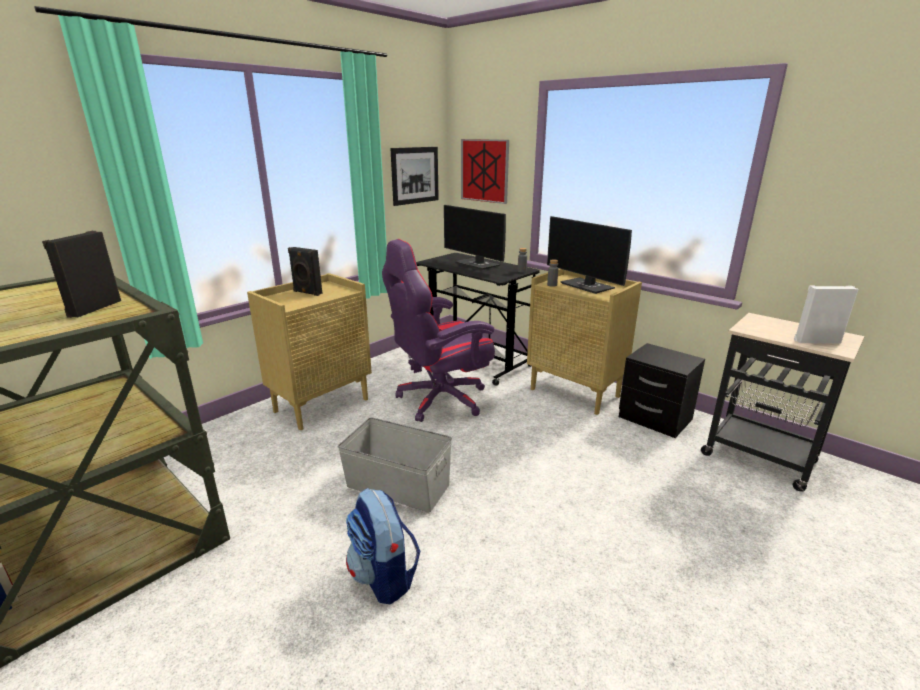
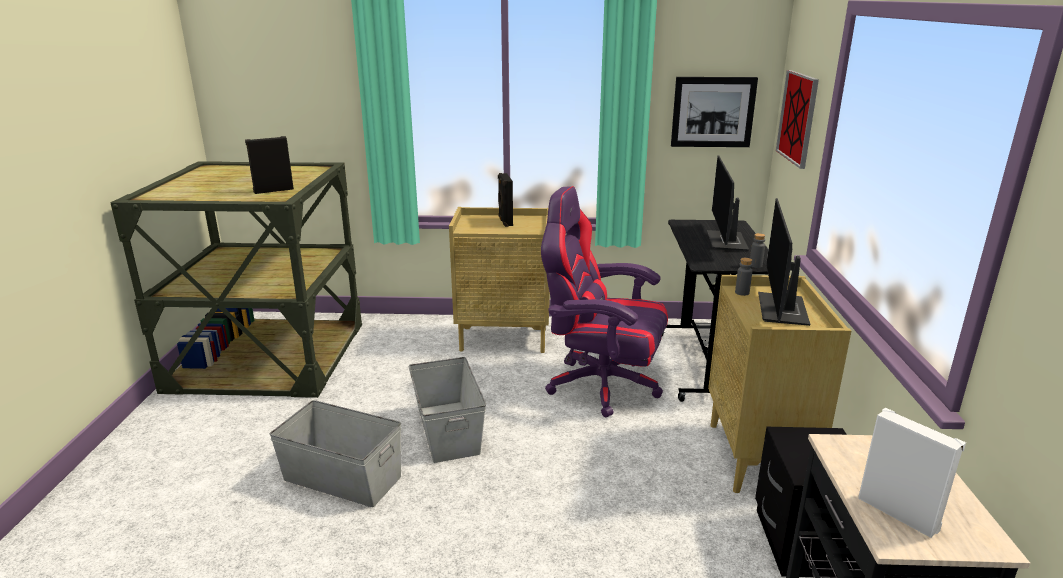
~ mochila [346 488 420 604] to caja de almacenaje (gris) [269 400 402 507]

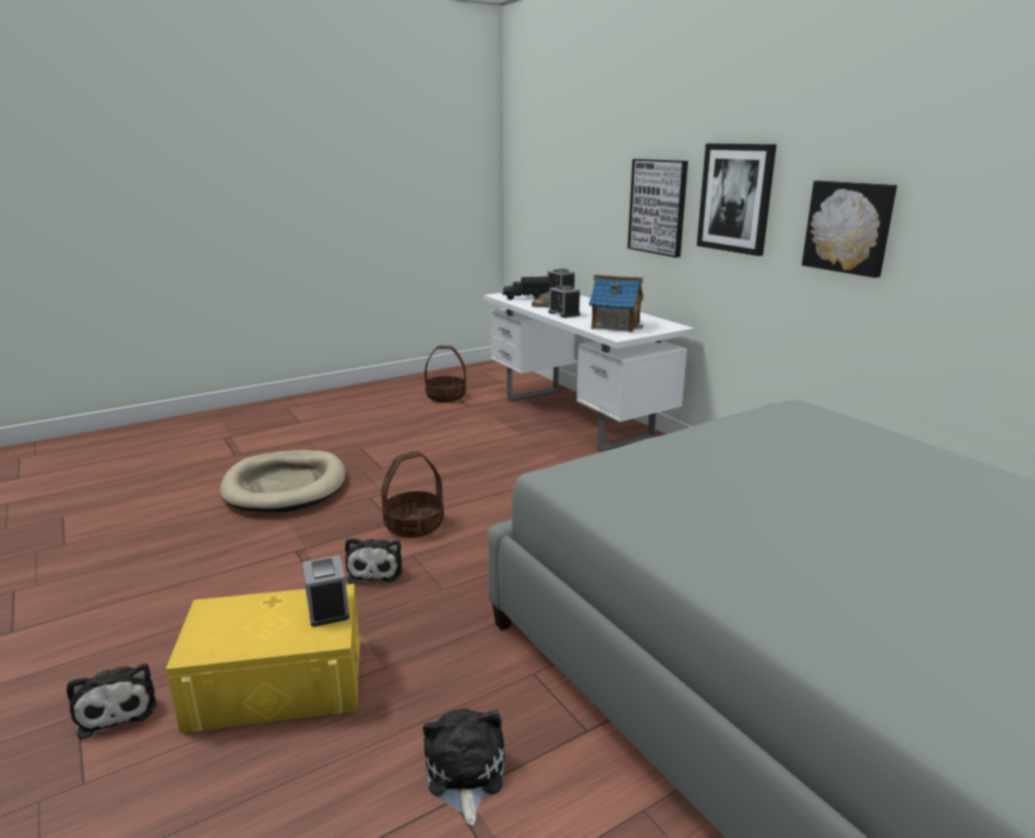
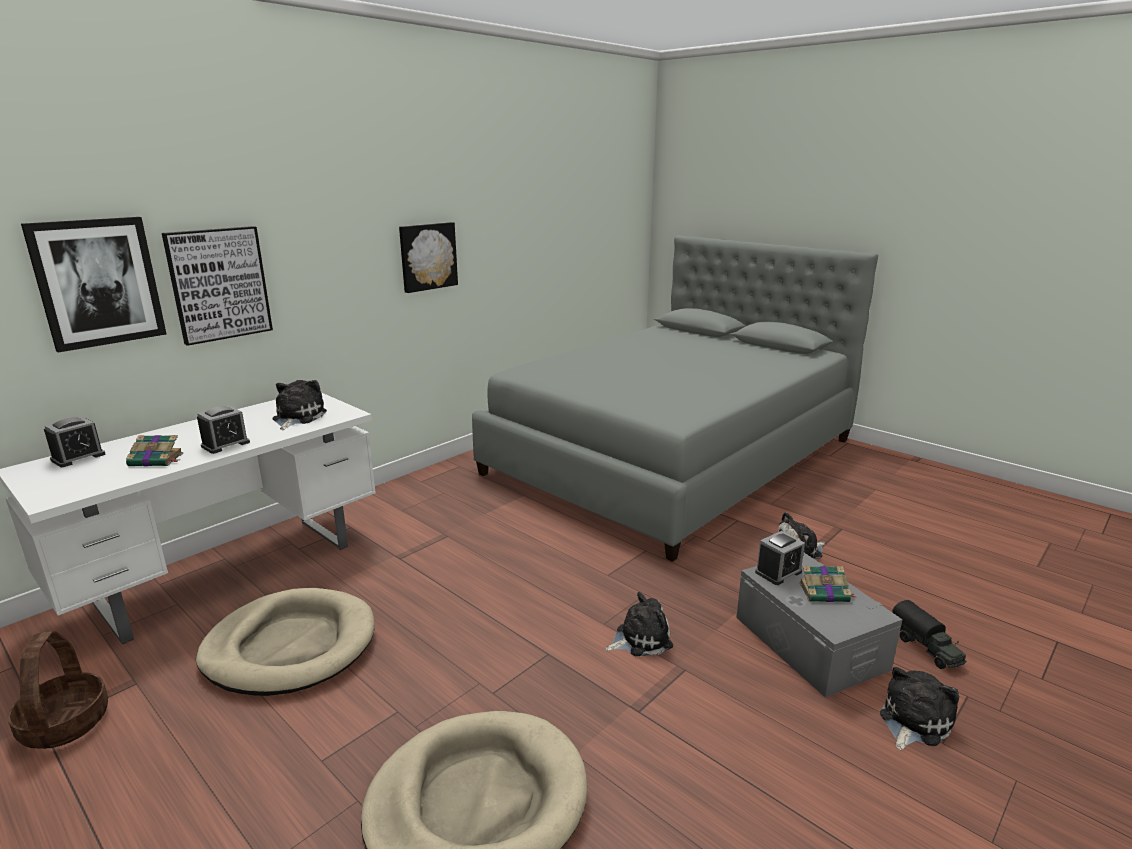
~ cuadro [697 143 777 256] to [21 217 167 352]
+ cama para perro (beis) [196 588 374 696]
~ casita [589 274 644 332] to peluche [272 380 327 430]
~ caja de almacenaje (amarillo) [166 584 360 733] to caja de almacenaje (gris) [736 553 903 698]
+ libro [799 566 855 602]
~ camión de juguete [502 276 550 300] to [892 600 966 669]
- cesta [381 451 444 538]

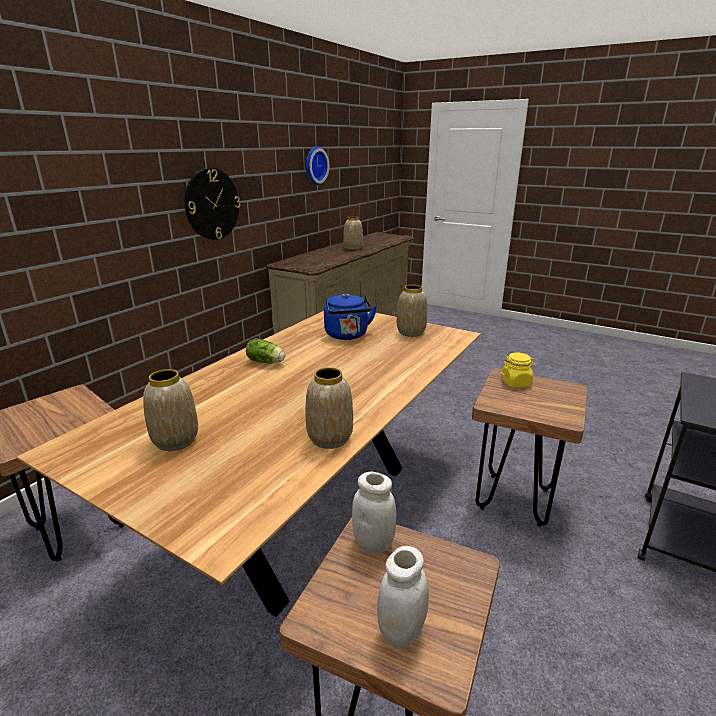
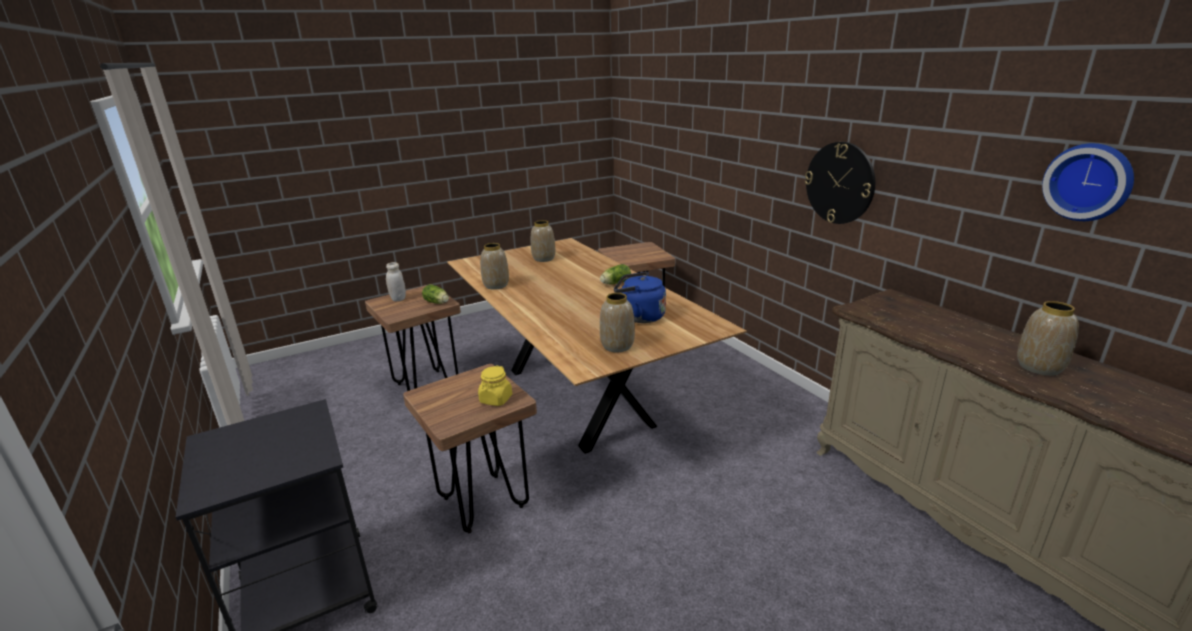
~ tarro (blanco) [352 472 396 554] to lechuga [422 284 449 304]

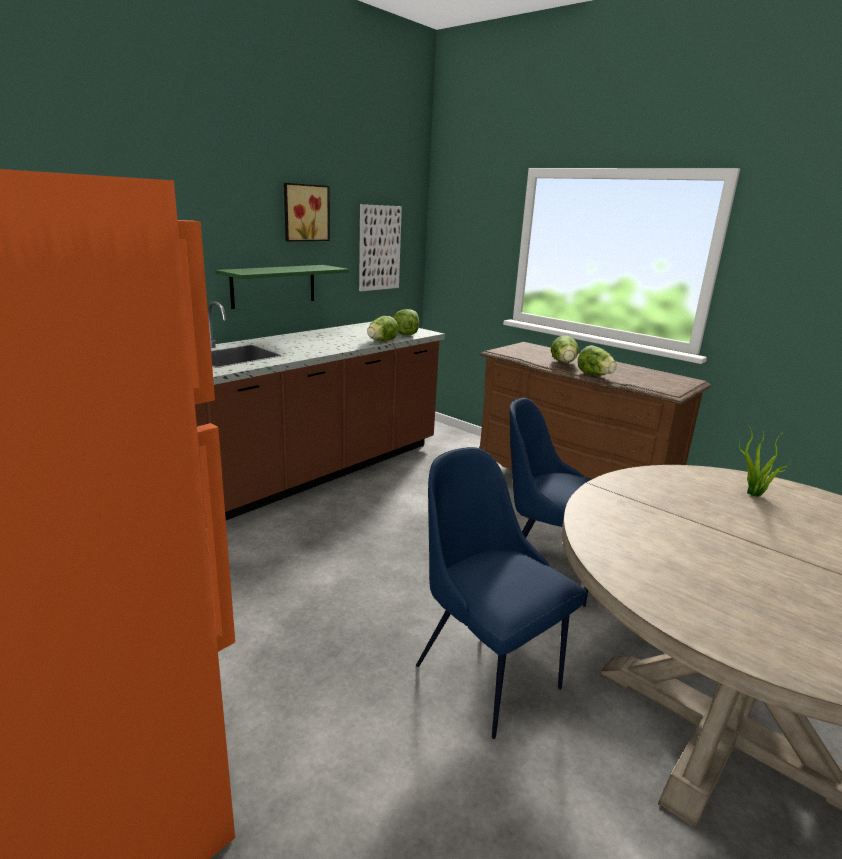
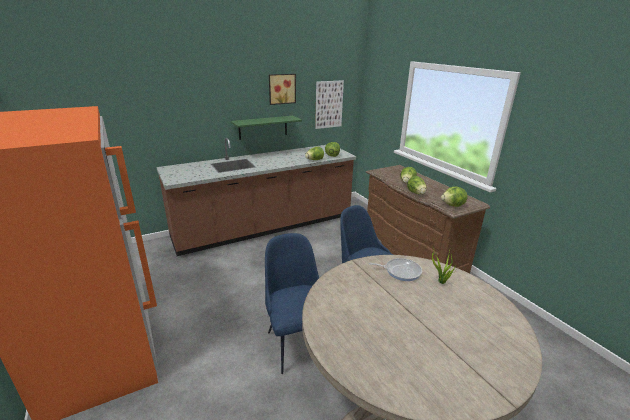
+ sartén [368 258 422 281]
+ lechuga [441 187 468 207]

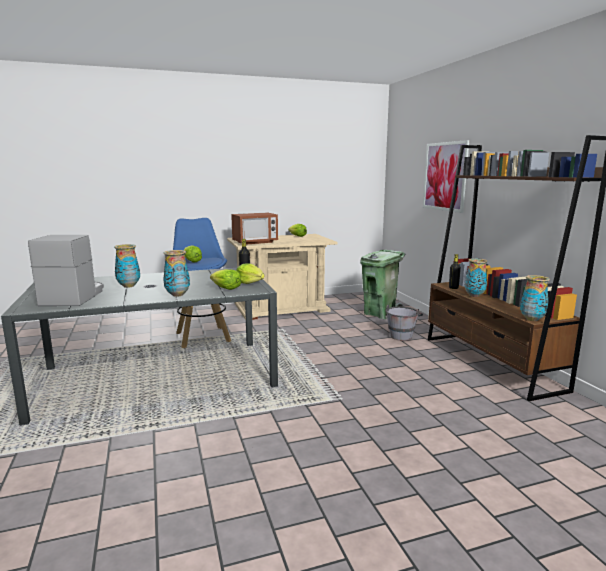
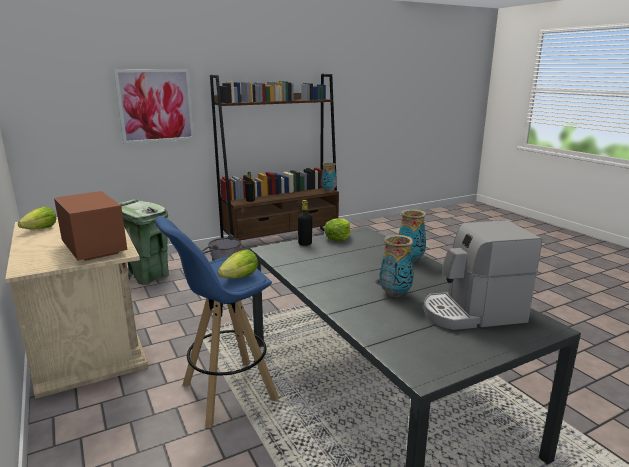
- lechuga [210 269 241 290]
- florero [465 258 488 297]

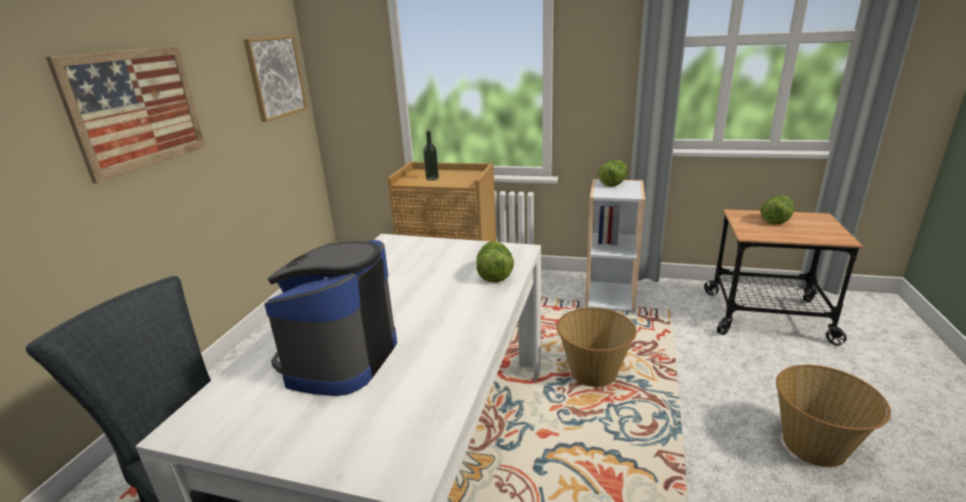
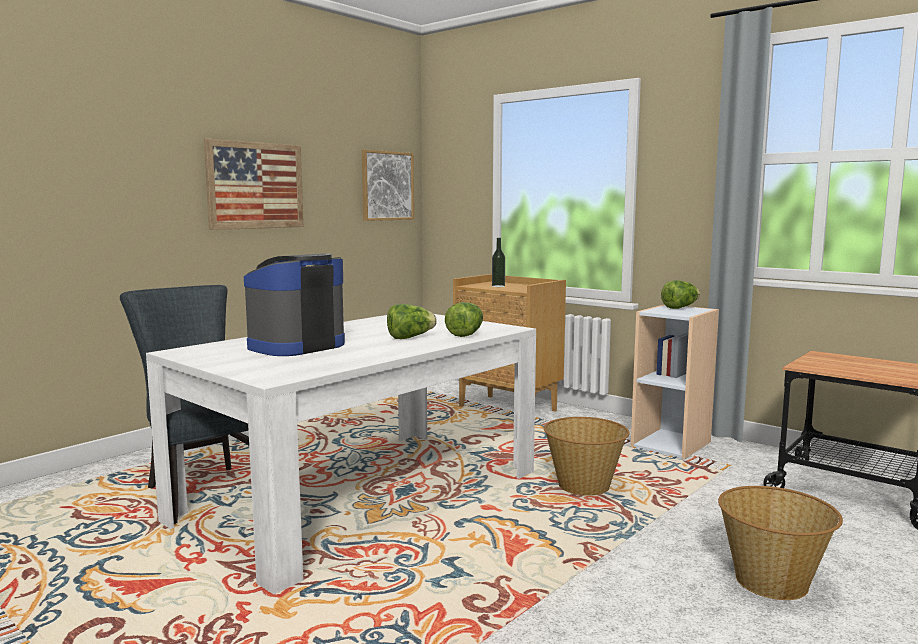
~ lechuga [760 196 794 224] to [387 304 437 339]

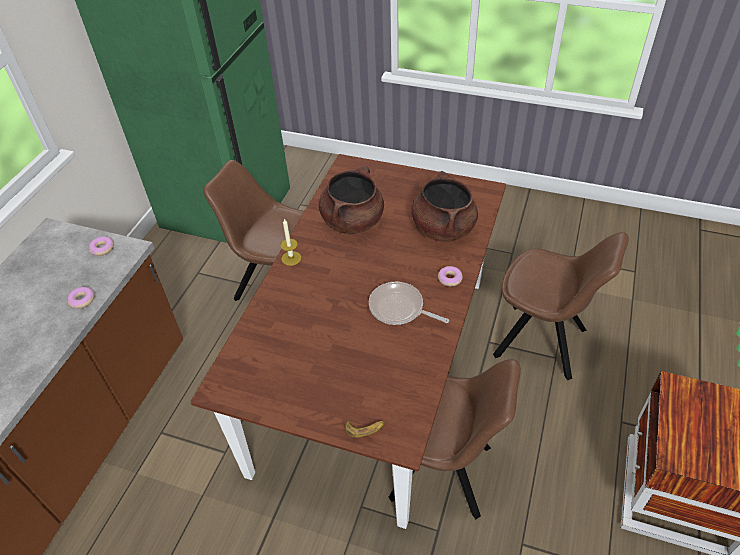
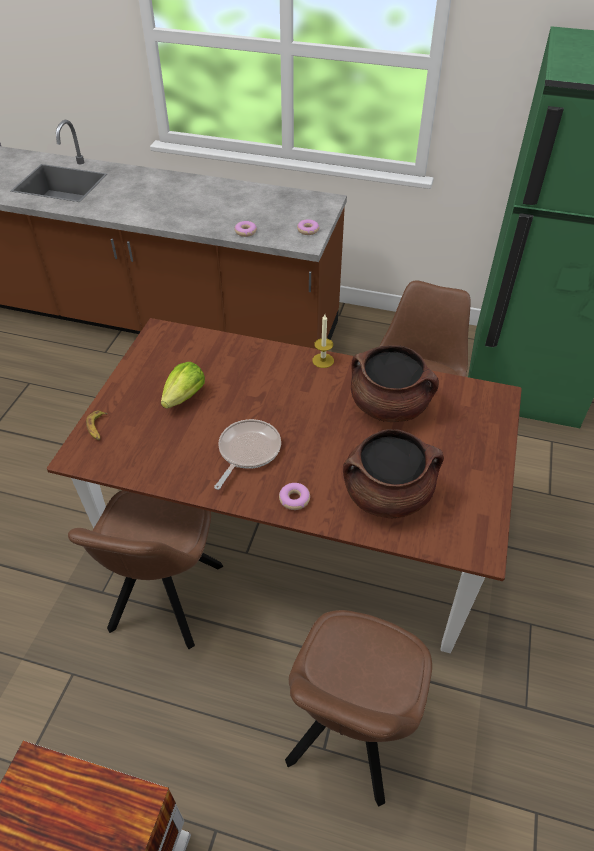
+ lechuga [161 362 205 409]

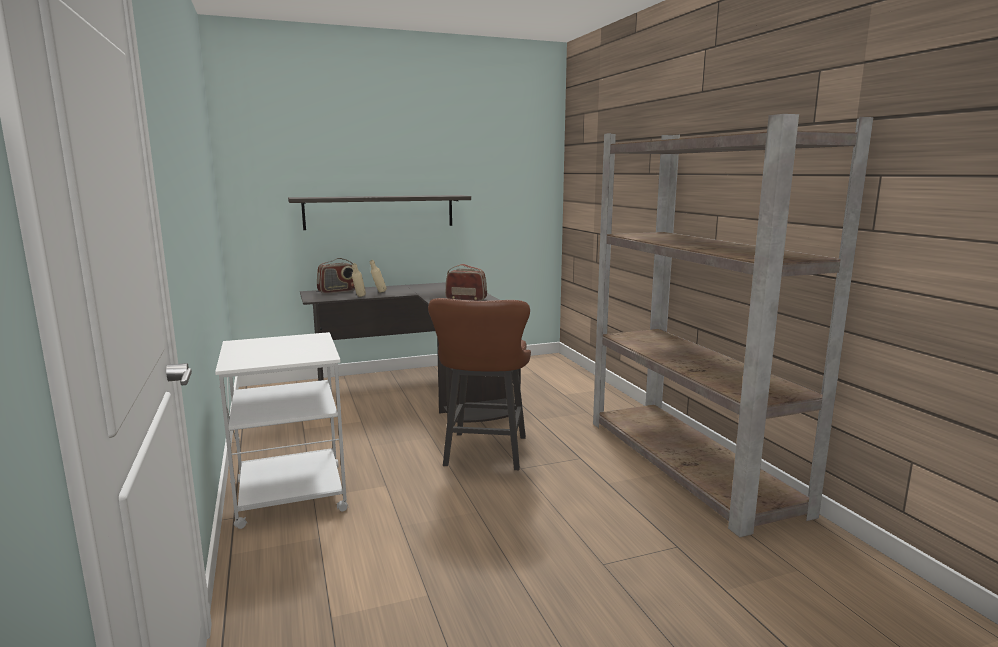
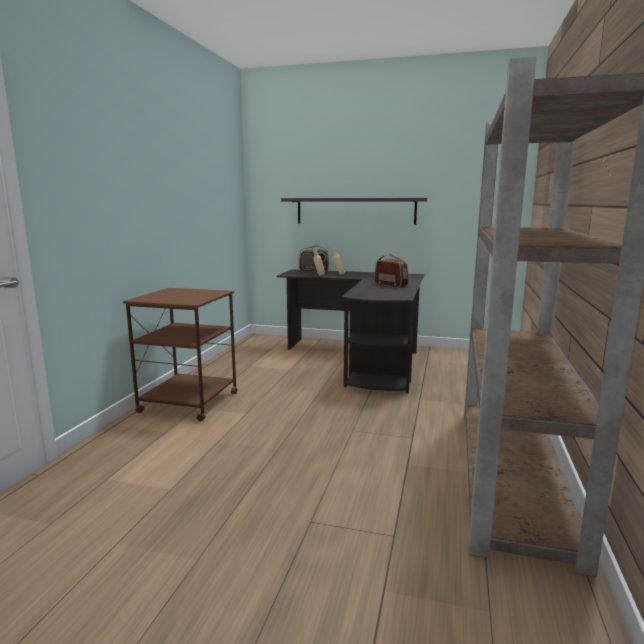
~ carrito (blanco) [215 332 348 529] to carrito (marrón) [123 288 237 421]
- taburete (marrón) [428 298 531 470]

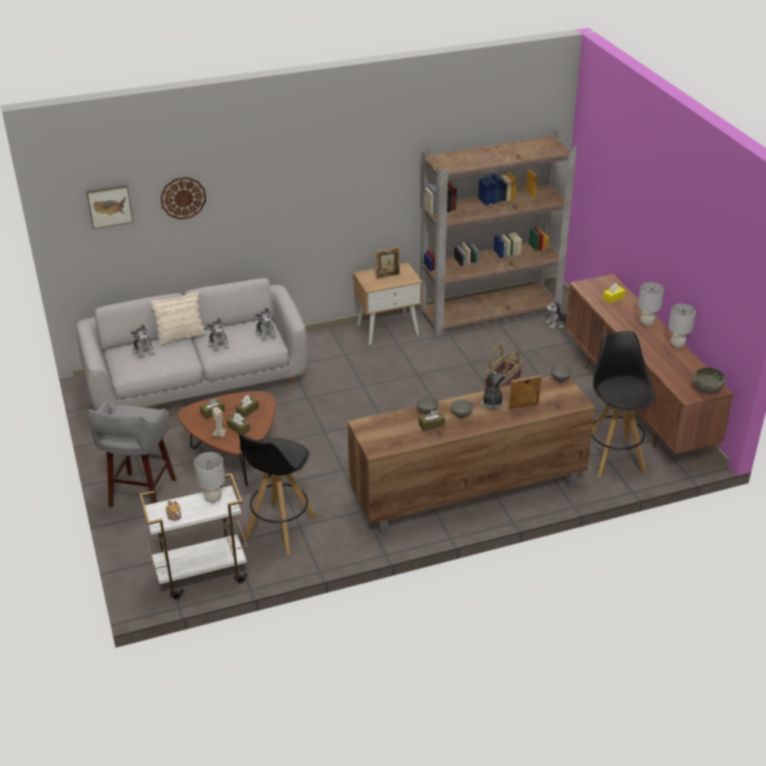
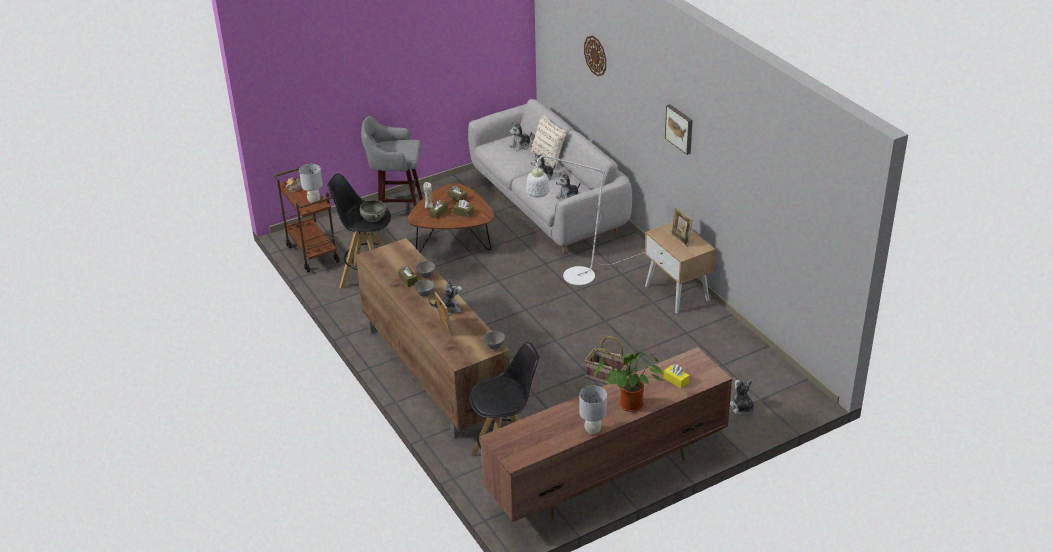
~ carrito (blanco) [139 473 249 600] to carrito (marrón) [274 167 340 273]
~ cuenco (gris) [692 367 727 394] to [360 200 386 222]
+ lámpara de pie (blanco) [526 154 644 285]
~ lámpara de mesa (gris) [638 283 664 326] to planta en maceta [594 350 663 412]
~ cuadro [86 185 133 229] to [665 104 693 155]
- estantería (marrón) [419 129 577 337]

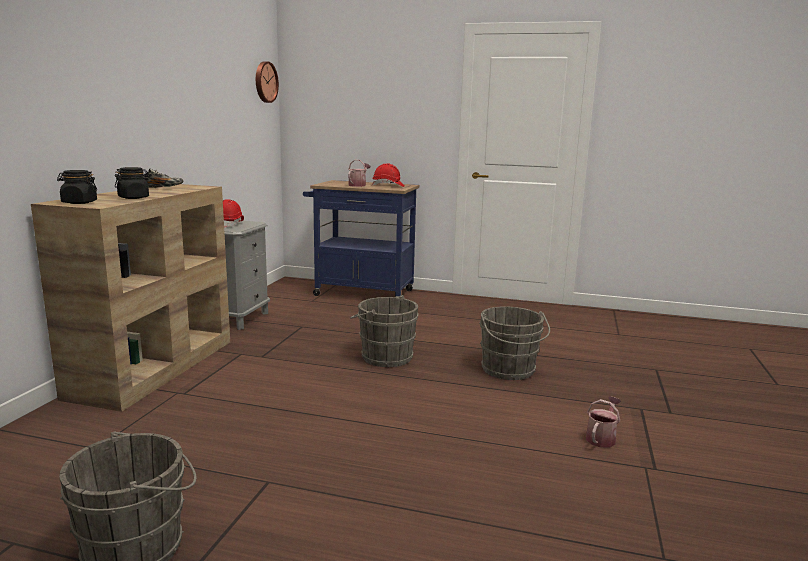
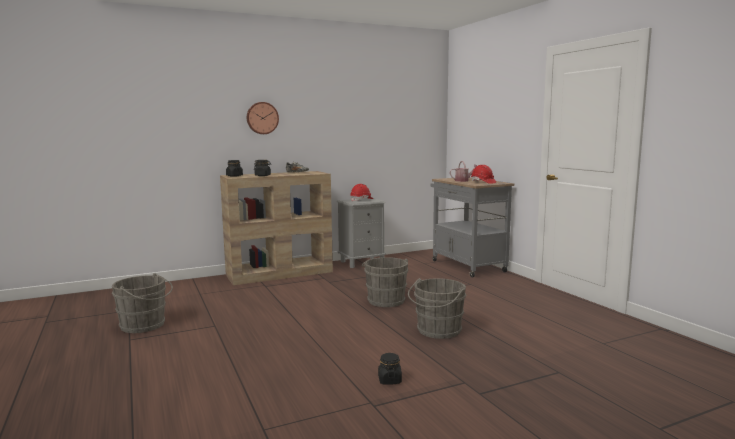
~ reloj de pared [256 62 279 103] to [247 102 279 134]
~ regadera [586 396 621 448] to tarro (negro) [378 353 402 385]
~ carrito (azul) [303 180 419 297] to carrito (gris) [430 177 514 278]

